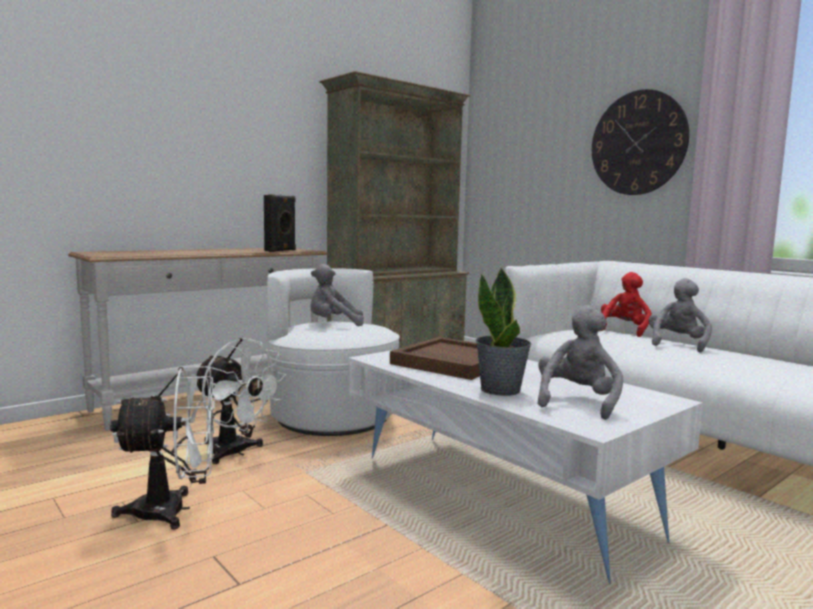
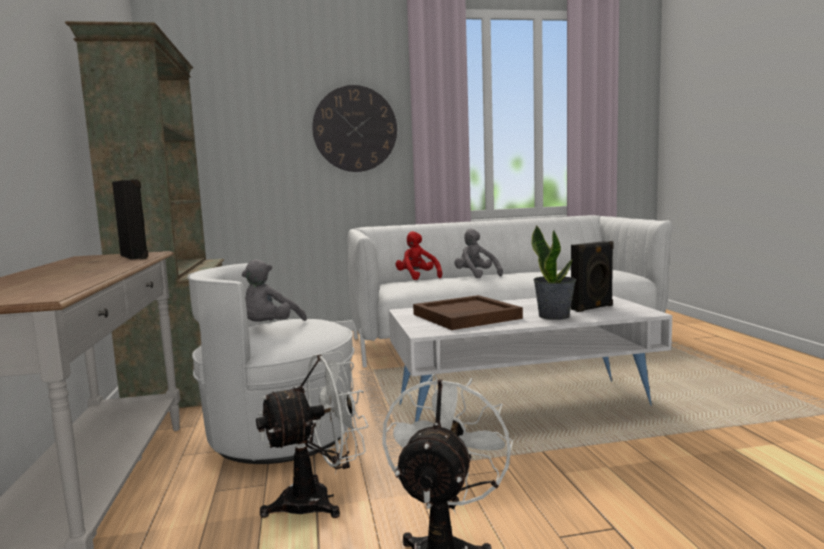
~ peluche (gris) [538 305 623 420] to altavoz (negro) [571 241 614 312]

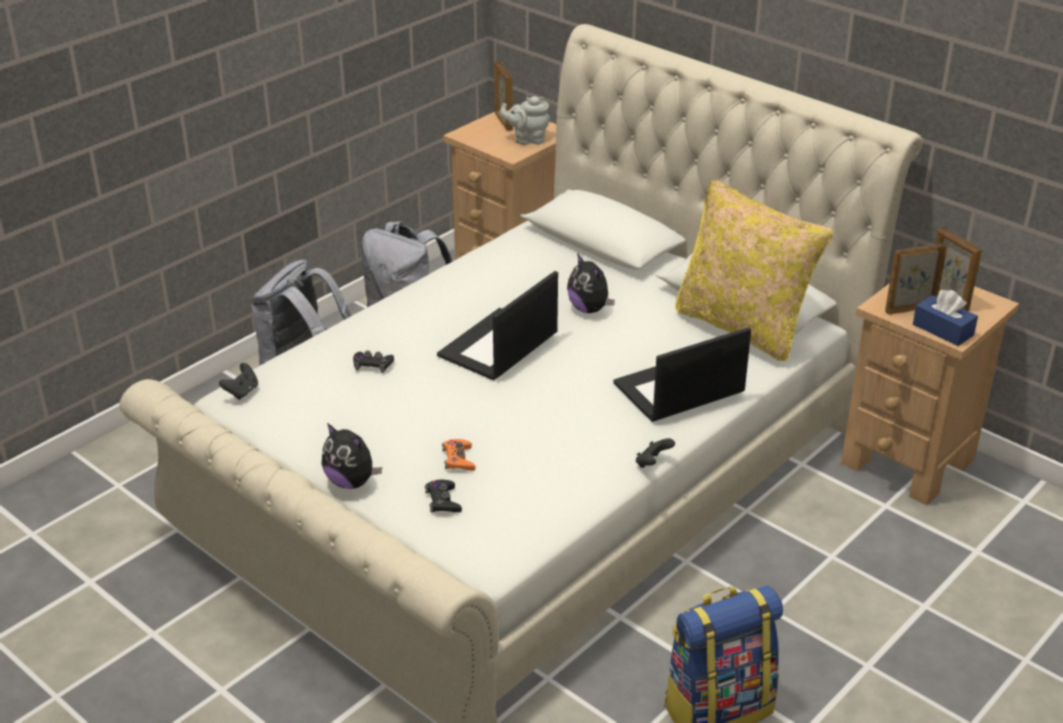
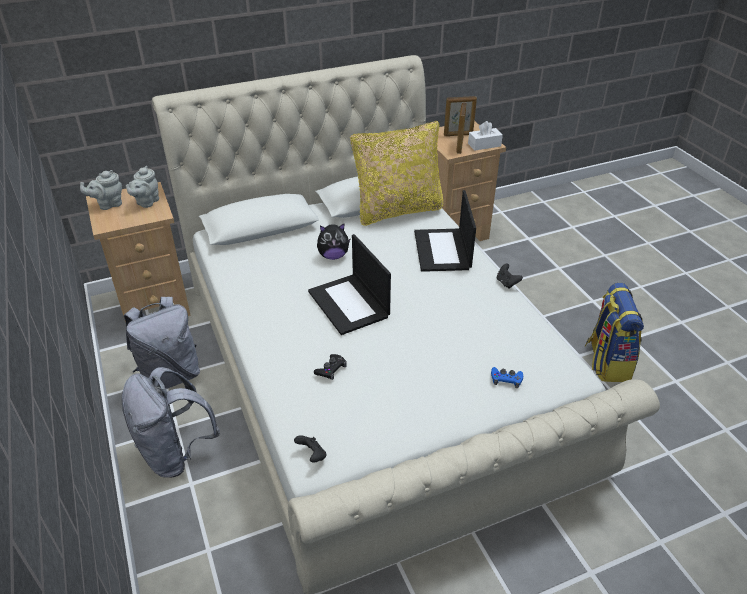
~ portarretratos [494 60 513 131] to tetera (gris) [80 170 122 210]
~ caja de pañuelos (azul) [913 290 978 346] to caja de pañuelos (blanco) [468 121 503 151]
~ mando de consola (negro) [425 480 462 513] to mando de consola (azul) [491 367 523 388]
- peluche [322 423 382 489]
- mando de consola (naranja) [442 439 475 471]

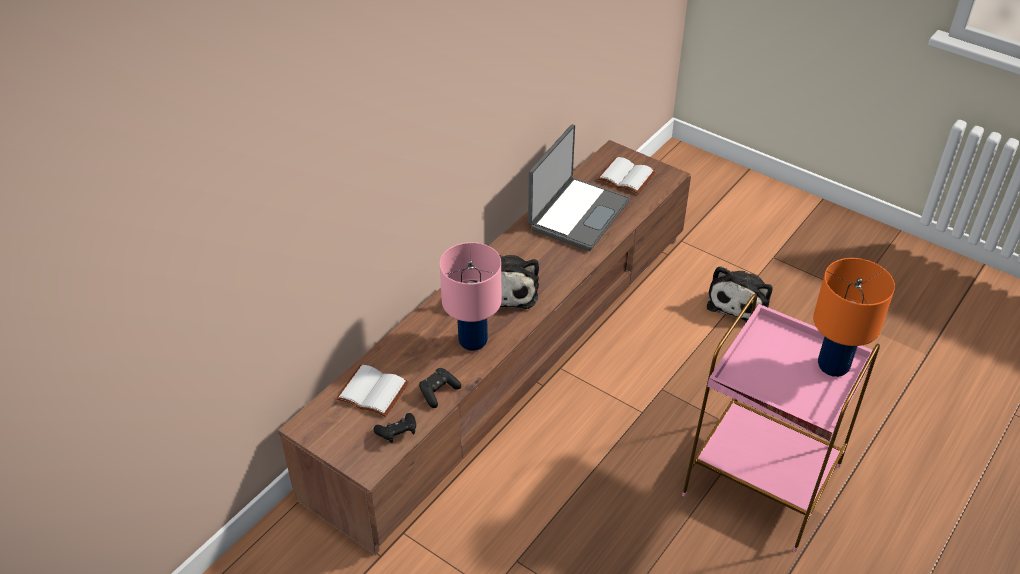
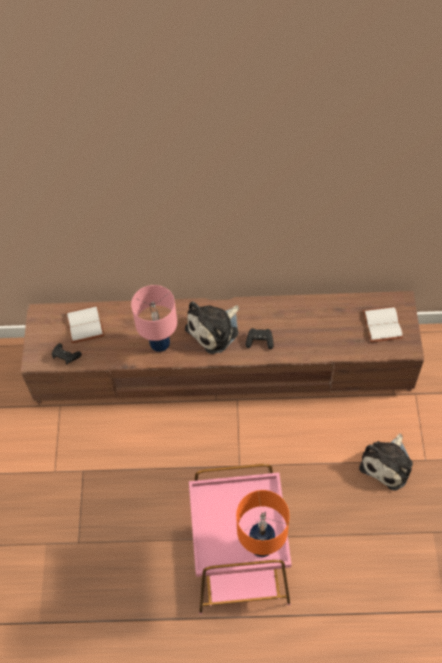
~ mando de consola (negro) [419 368 461 408] to [246 328 274 349]
~ peluche [707 266 773 322] = [359 433 413 491] 45 degrees counterclockwise
- portátil [528 124 630 251]

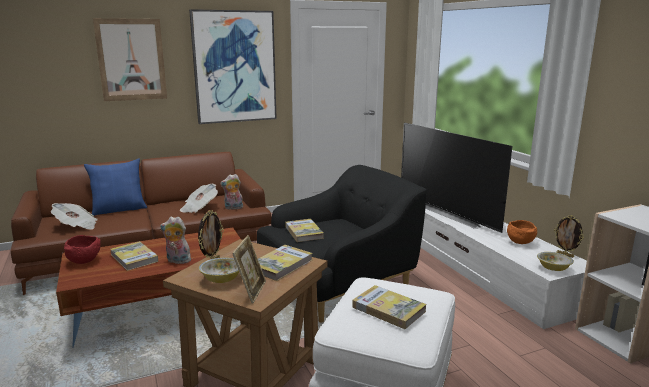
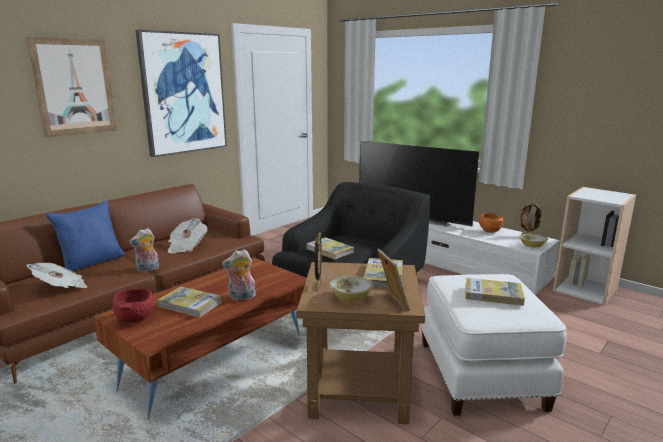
~ peluche [220 174 243 210] to [129 228 159 272]

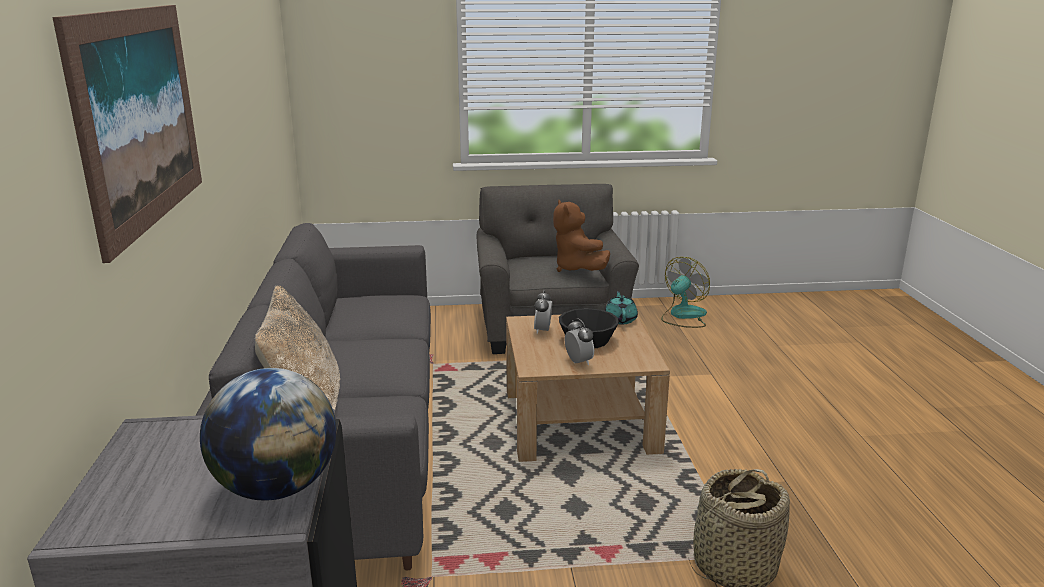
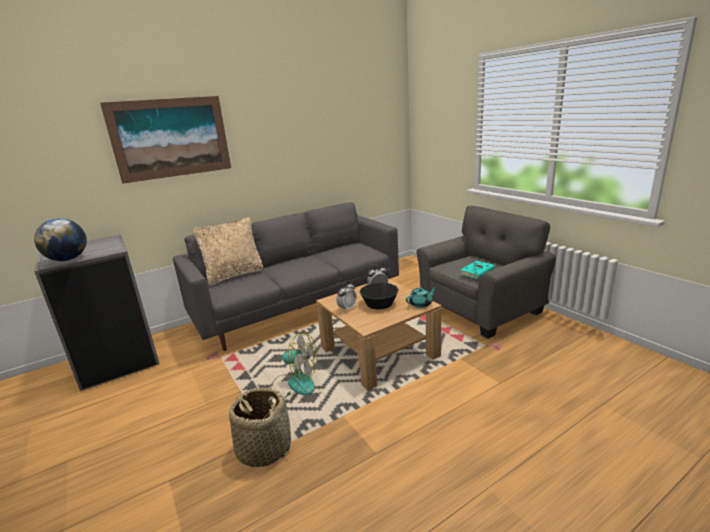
~ ventilador [661 257 710 328] to [270 332 317 399]
~ peluche (marrón) [553 200 610 272] to libro (turquesa) [460 261 494 279]

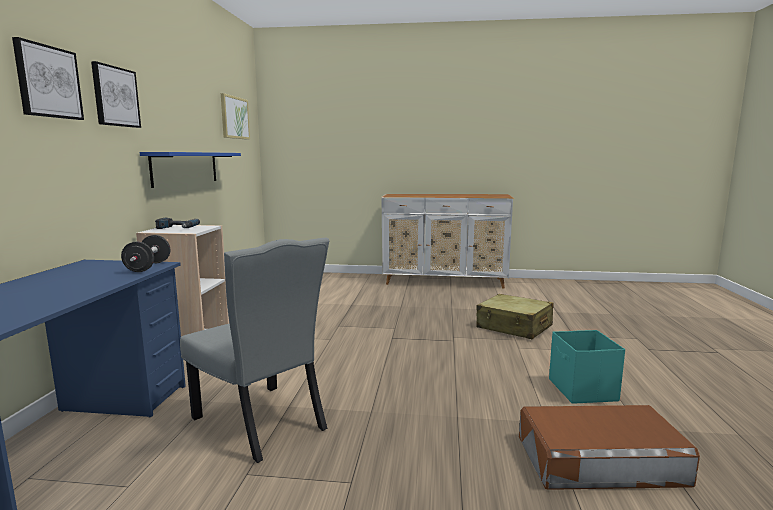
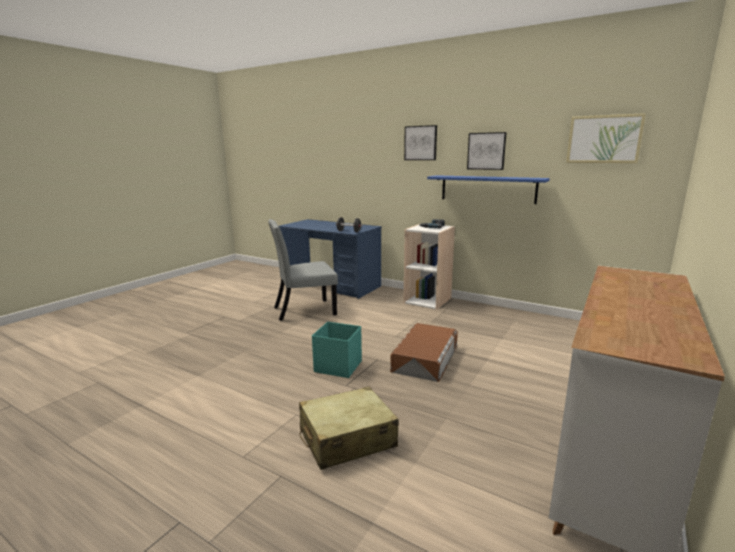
~ caja de almacenaje (turquesa) [549 330 625 404] to [312 322 362 378]
~ caja de almacenaje (marrón) [519 405 700 490] to [390 323 458 382]
~ cuadro [12 37 84 120] to [467 132 507 170]

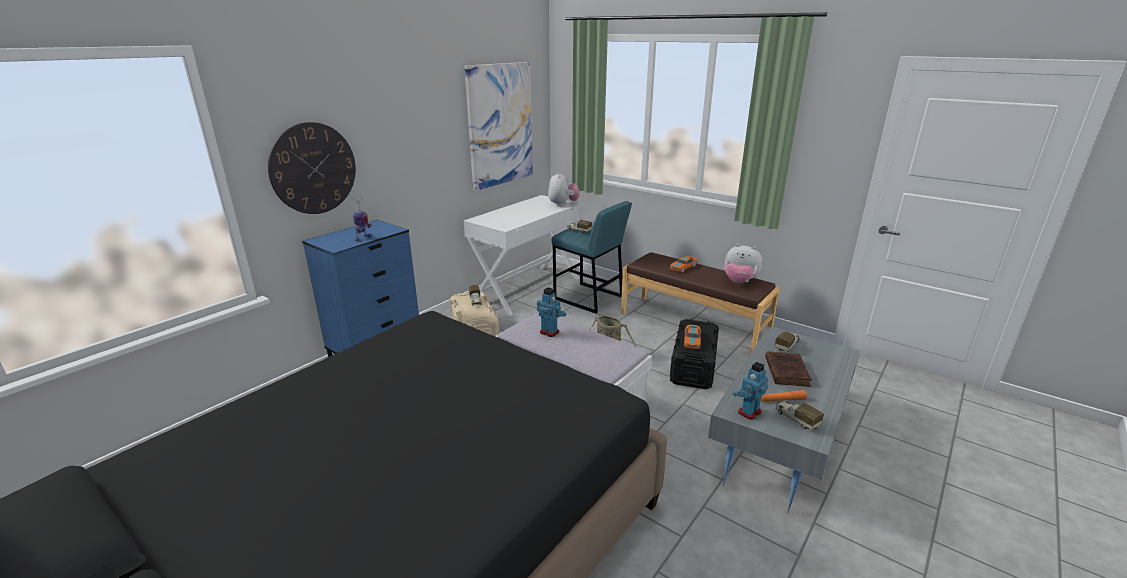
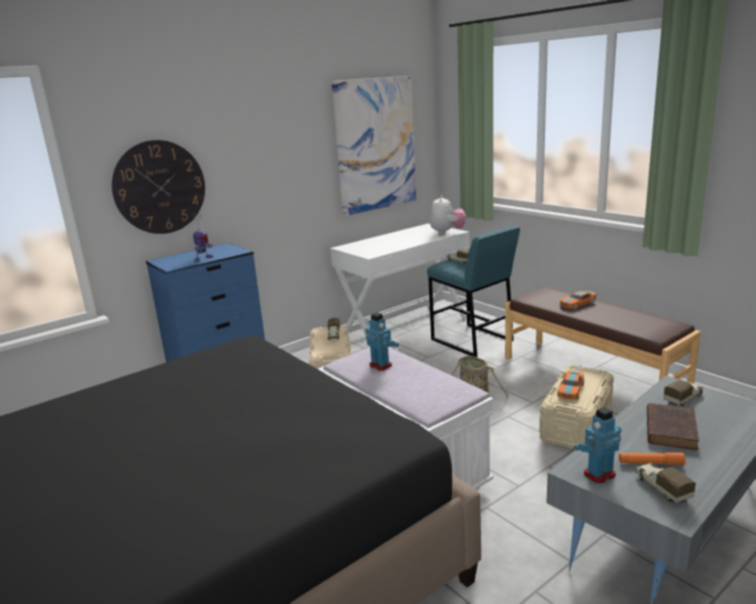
~ caja de almacenaje (negro) [670 319 719 389] to caja de almacenaje (beis) [539 365 614 449]
- peluche [725 243 763 283]

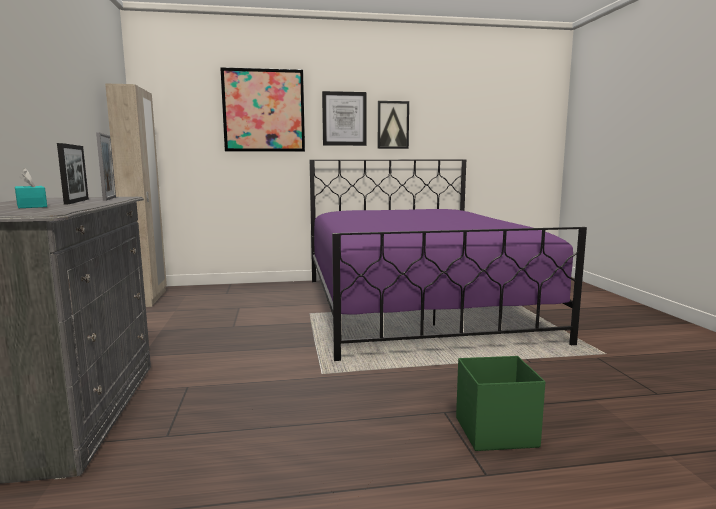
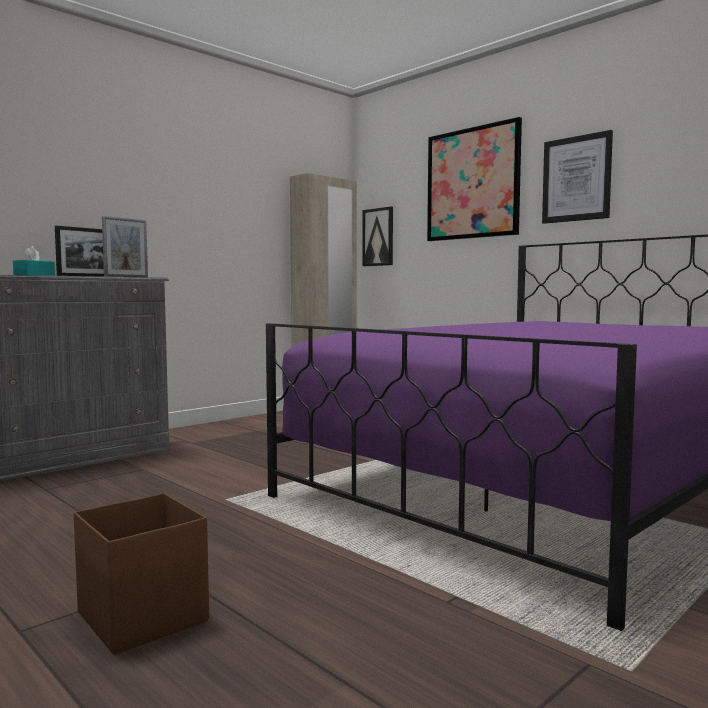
~ caja de almacenaje (verde) [456 356 545 451] to caja de almacenaje (marrón) [73 493 209 655]
~ cuadro [378 101 409 149] to [363 207 393 266]

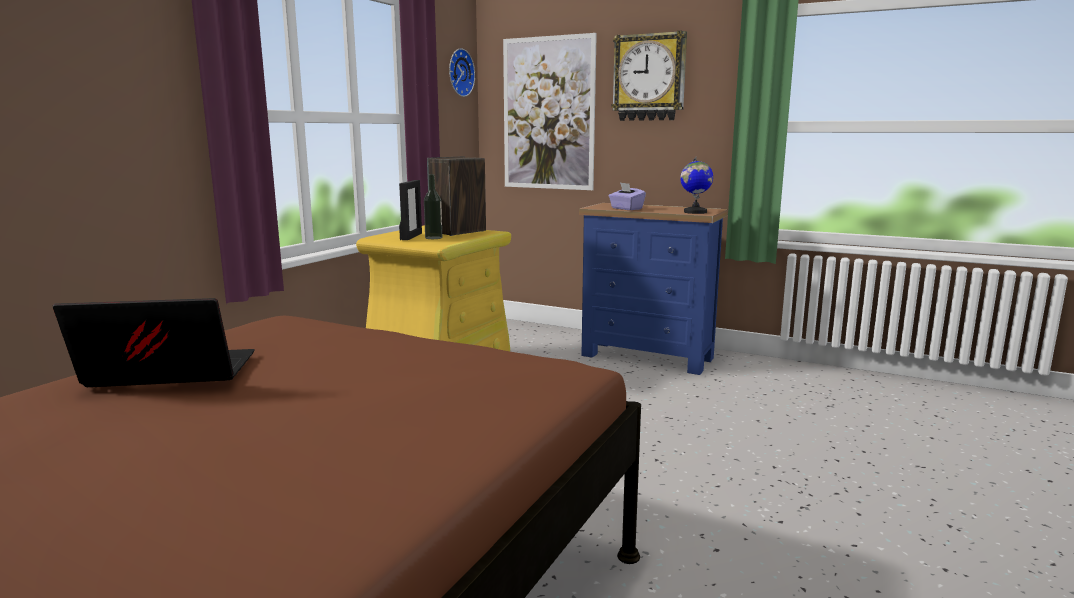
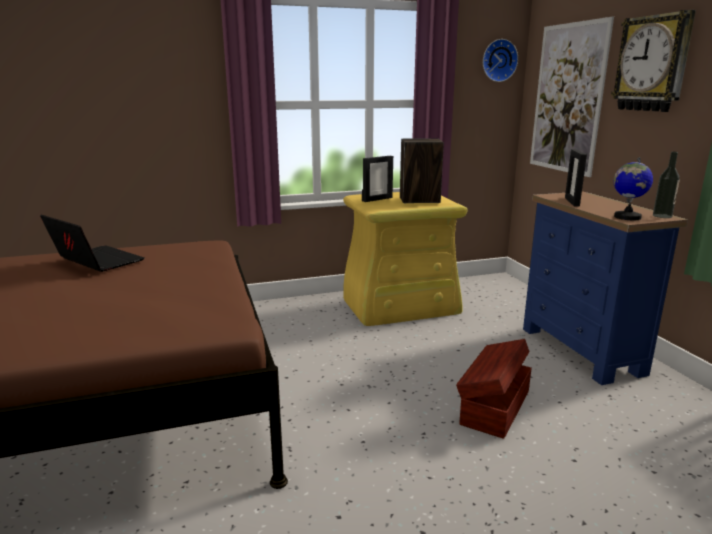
+ caja de almacenaje (marrón) [456 339 532 439]
~ caja de pañuelos (morado) [609 182 646 210] to portarretratos [565 149 587 207]
~ botella [424 174 442 239] to [653 152 680 218]

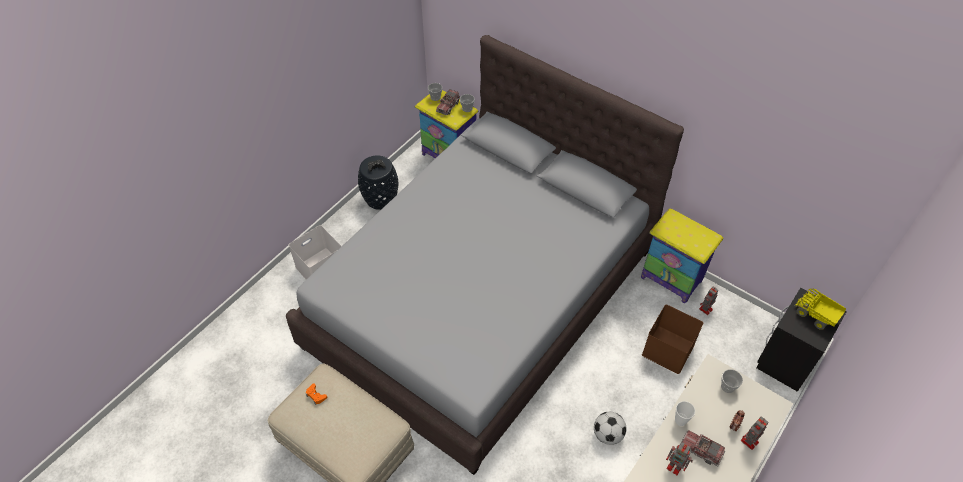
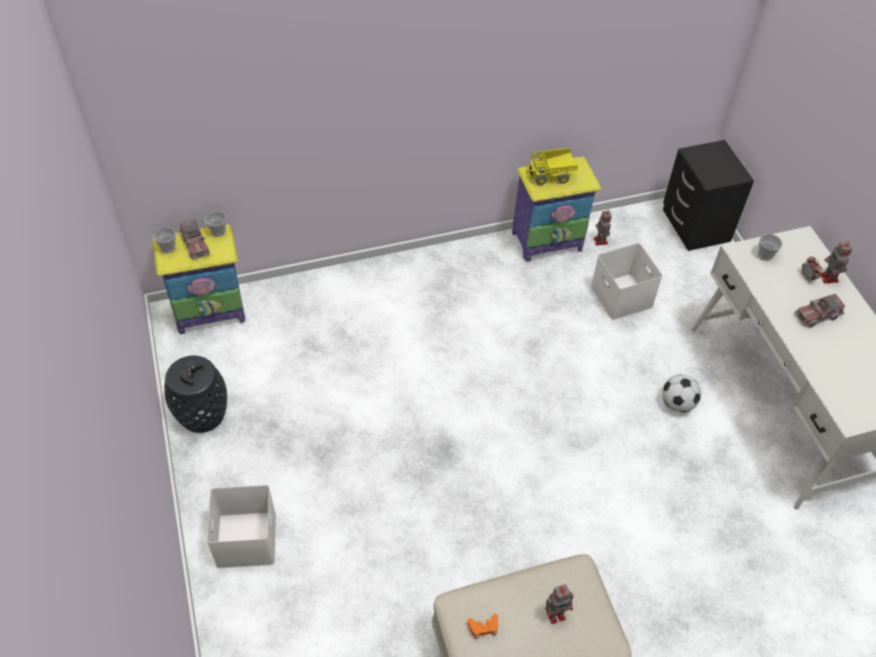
~ camión de juguete [795 289 846 330] to [527 148 578 185]
~ robot de juguete [666 442 693 475] to [545 584 574 624]
~ caja de almacenaje (marrón) [642 304 703 374] to caja de almacenaje (blanco) [591 243 663 320]
- cama (gris) [286 35 684 475]
- taza [675 401 695 426]

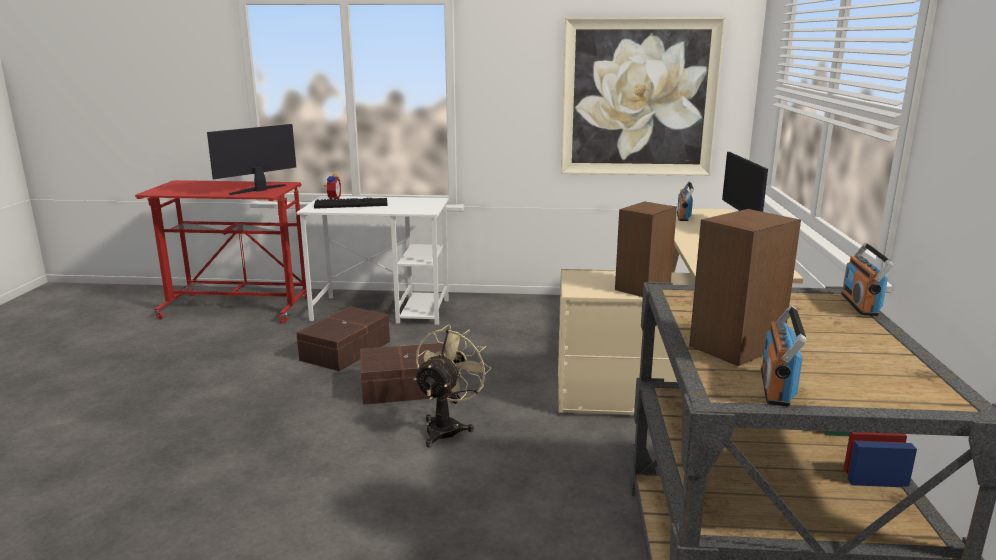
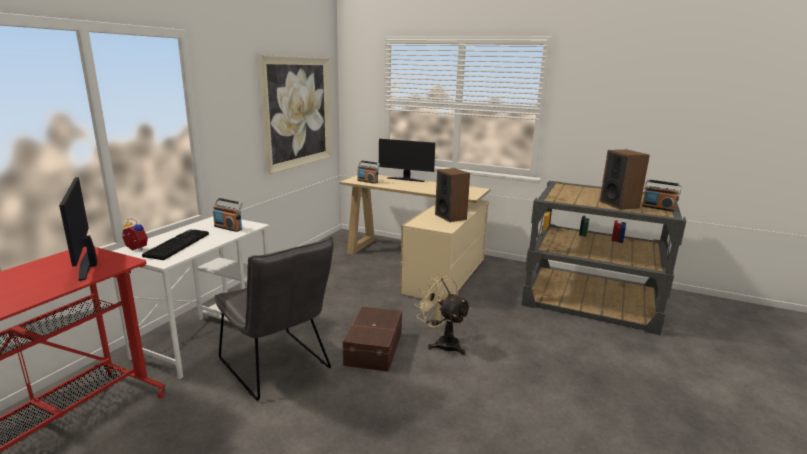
~ radio [841 242 894 316] to [213 198 243 232]
~ caja de almacenaje (marrón) [296 306 390 372] to silla (gris) [214 236 334 400]

